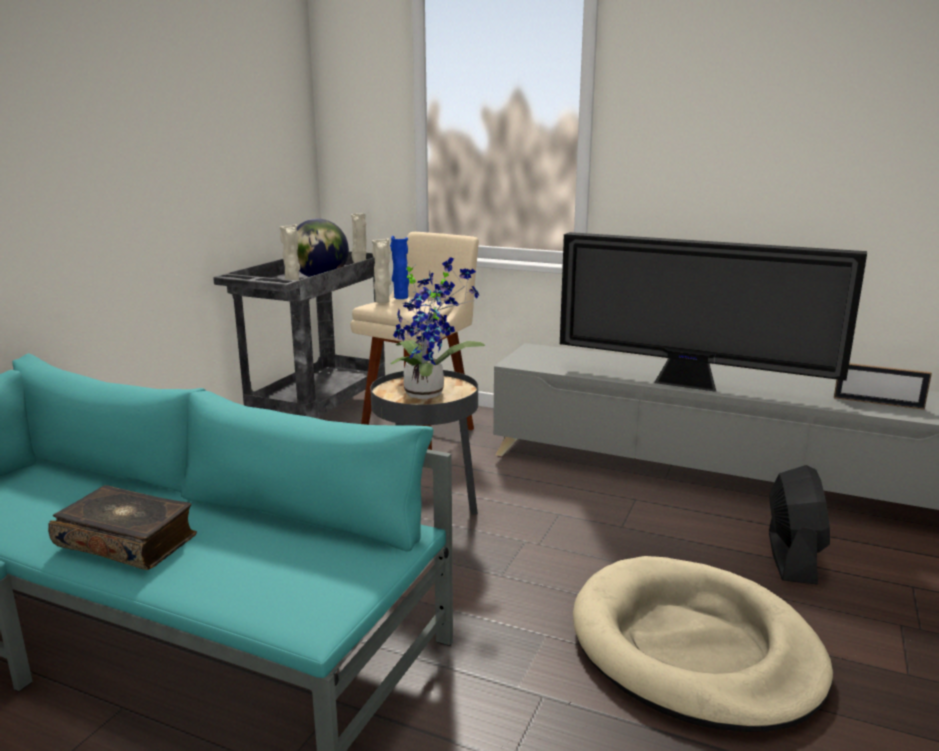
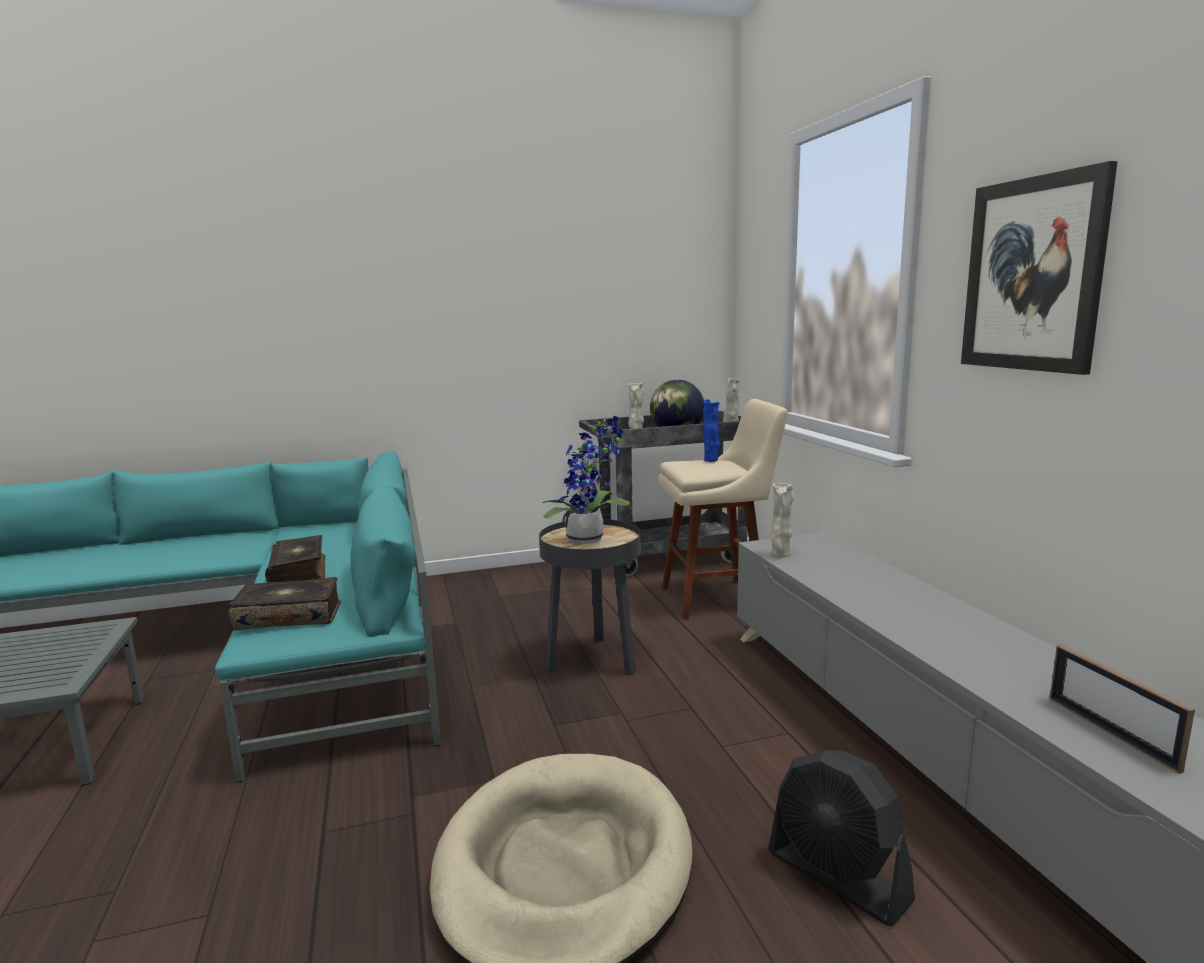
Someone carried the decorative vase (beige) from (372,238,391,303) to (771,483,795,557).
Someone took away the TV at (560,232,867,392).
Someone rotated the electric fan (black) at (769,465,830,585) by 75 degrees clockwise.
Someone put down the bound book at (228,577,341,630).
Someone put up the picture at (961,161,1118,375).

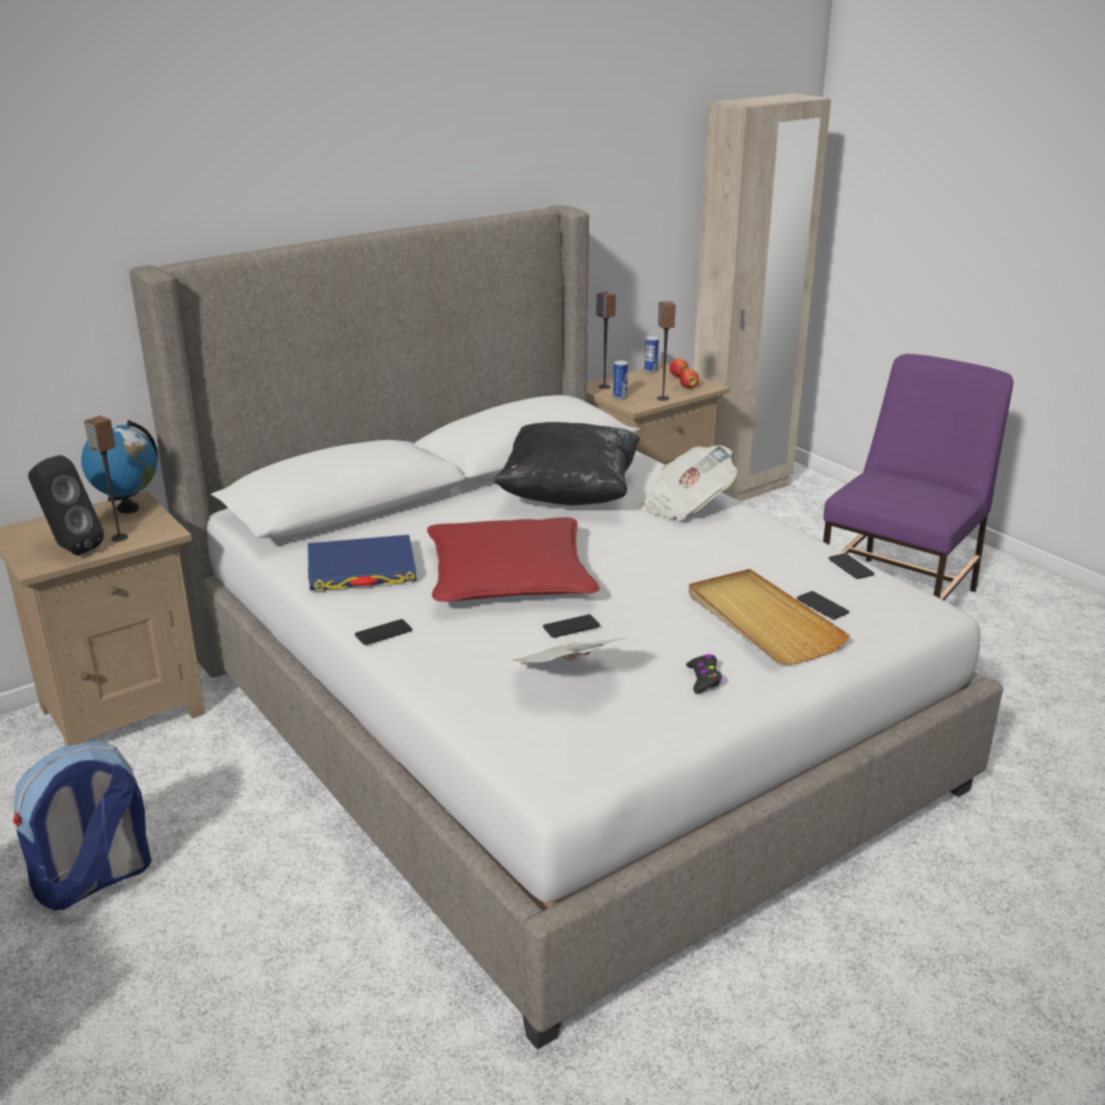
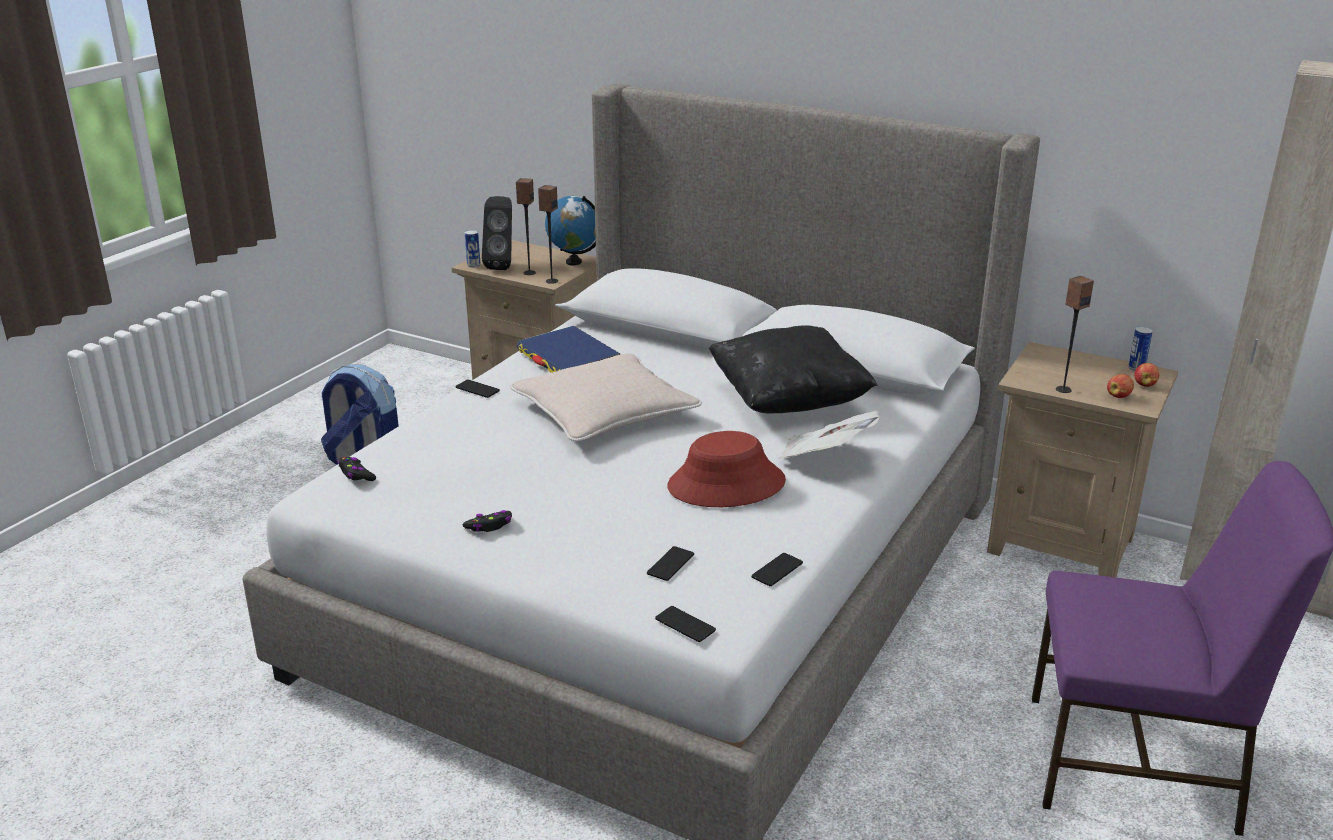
Someone repainted the cushion (reddish) at (427,517,599,602), which became the cushion (beige) at (510,353,702,441).
Someone took away the printed paper at (513,638,629,663).
Someone carried the telephone from (543,614,600,638) to (655,606,716,642).
Someone carried the audio speaker from (596,291,616,389) to (538,185,558,284).
Someone carried the metal can from (613,360,628,400) to (465,230,481,268).
Someone took away the carrying tray (beige) at (688,569,850,665).
Someone put down the joypad (black) at (338,457,376,481).
Someone put down the clothing hat (reddish) at (667,431,786,507).

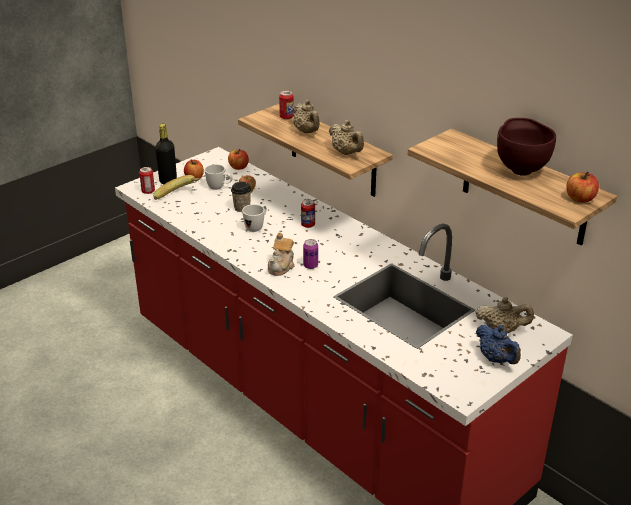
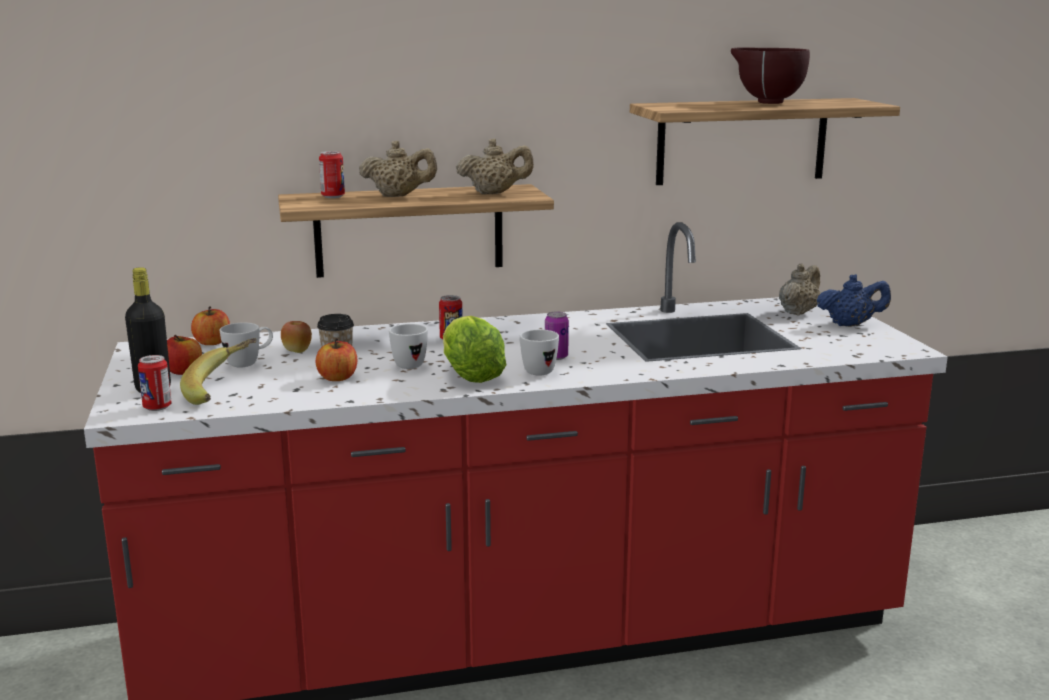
Someone swapped the teapot at (268,233,295,276) for the tea mug (whitish) at (520,329,559,376).
Someone carried the apple fruit from (566,172,599,203) to (316,339,357,381).
Someone put down the lettuce at (443,316,506,383).

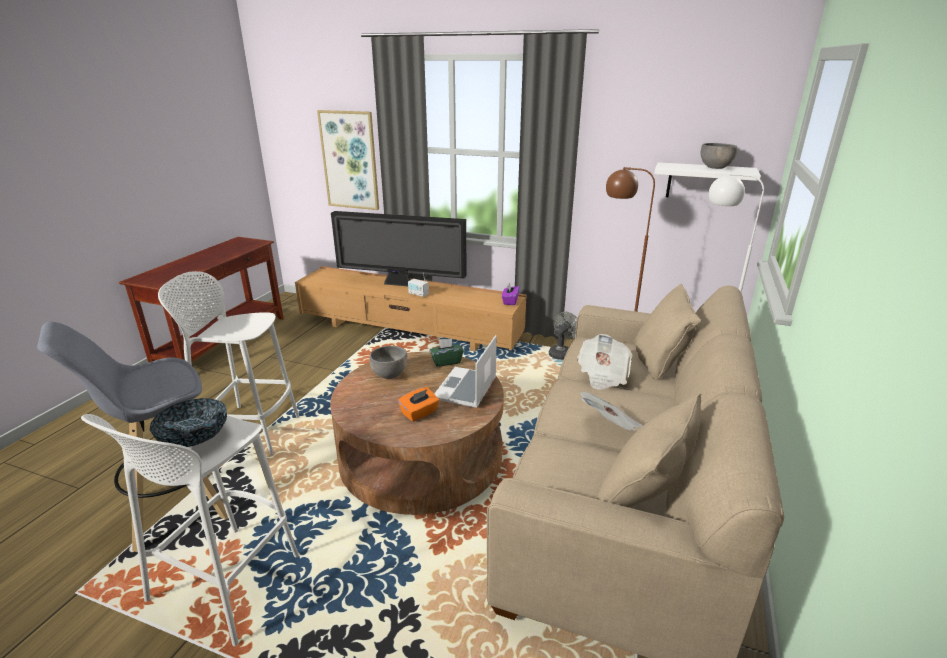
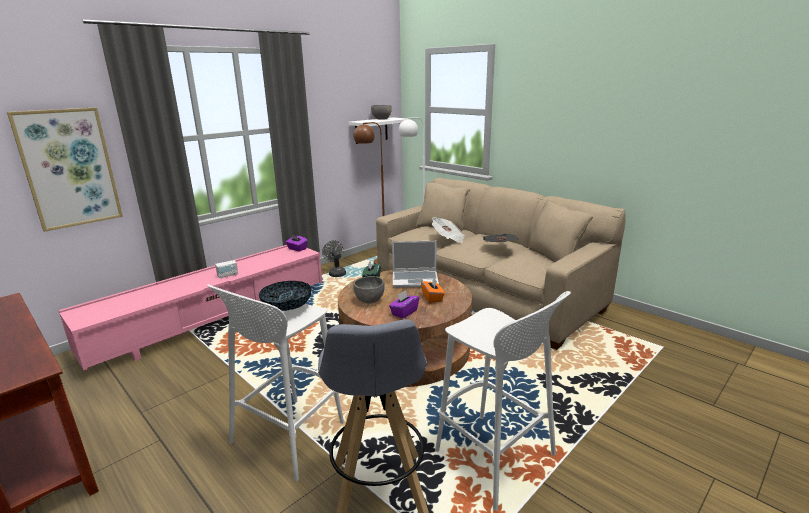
Someone carried the bowl from (150,398,227,447) to (259,281,311,311).
Someone repainted the tv stand (brown) at (295,266,527,351), which became the tv stand (pink) at (58,245,322,370).
Someone took away the TV at (331,211,467,286).
Someone rotated the notebook computer at (434,335,497,408) by 45 degrees counterclockwise.
Someone put down the tissue box (purplish) at (389,290,419,319).

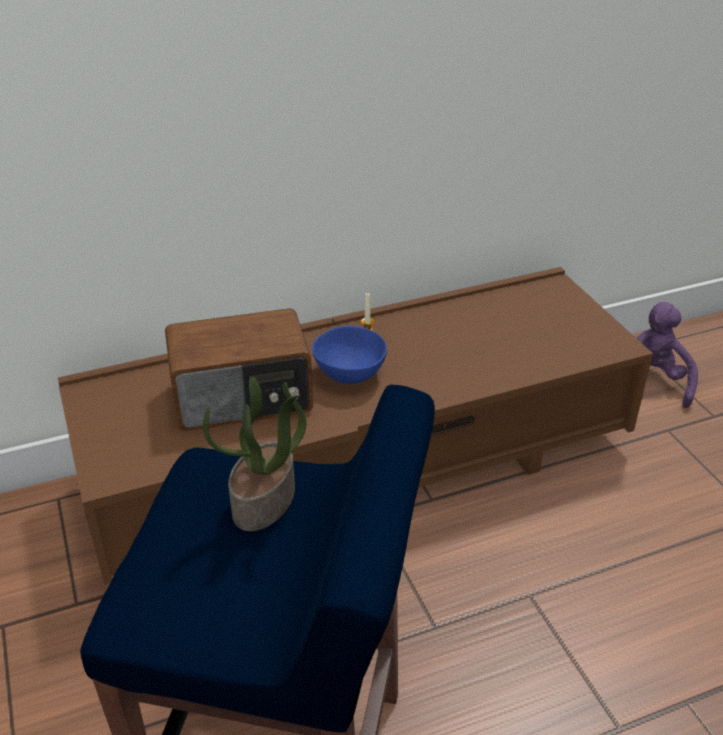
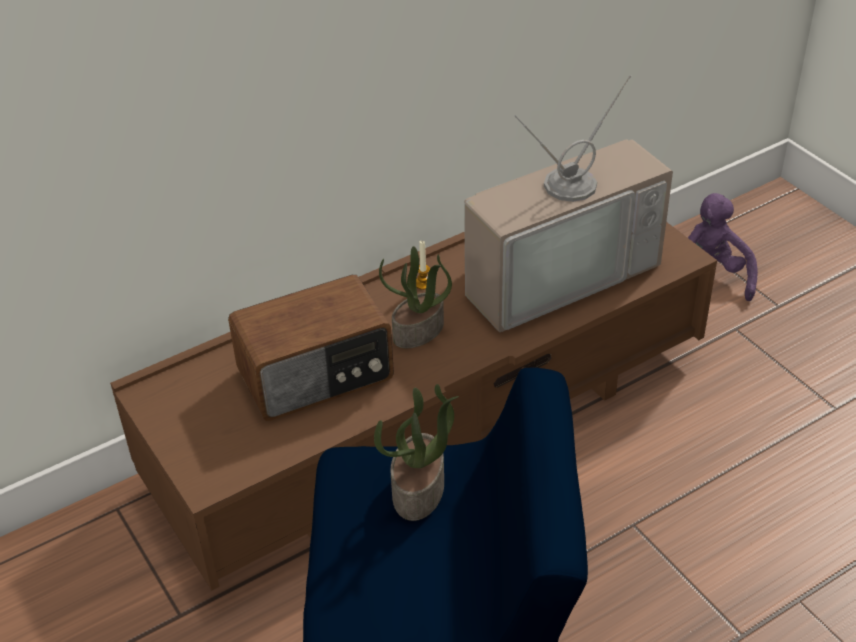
Someone swapped the bowl (bluish) at (312,325,387,384) for the houseplant at (379,246,452,348).
Someone put down the TV at (464,75,673,332).

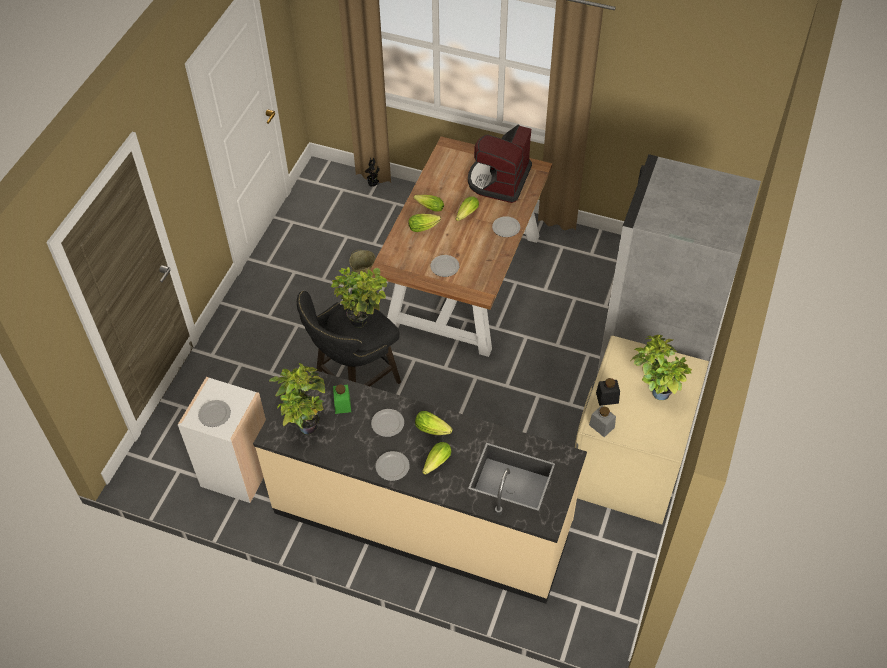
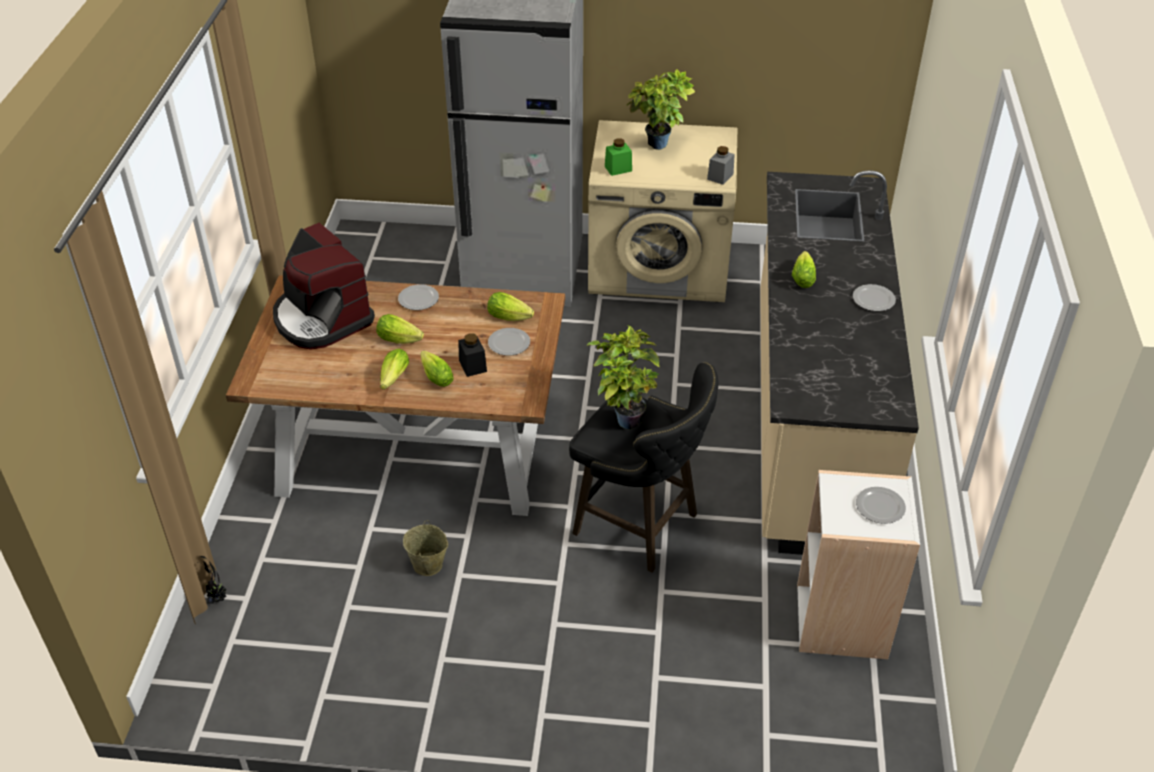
Someone took away the houseplant at (269,363,325,435).
Someone carried the storage jar (green-coloured) from (333,384,351,414) to (605,138,632,176).
Someone took away the flat dish at (371,409,404,437).
Someone carried the lettuce from (422,442,451,475) to (487,292,534,321).
Someone rotated the coffee brewer at (468,125,532,203) by 45 degrees clockwise.
Someone carried the storage jar (black) from (596,378,620,406) to (458,333,487,377).

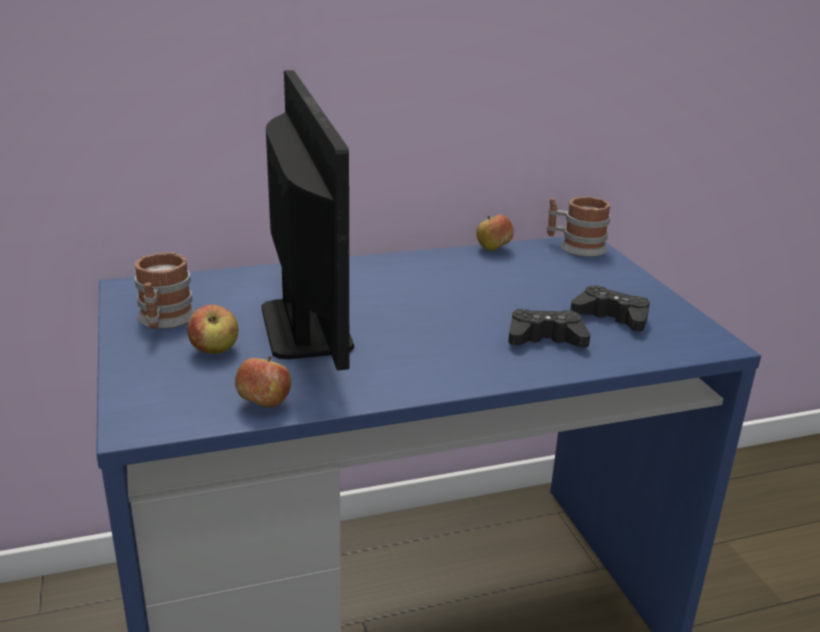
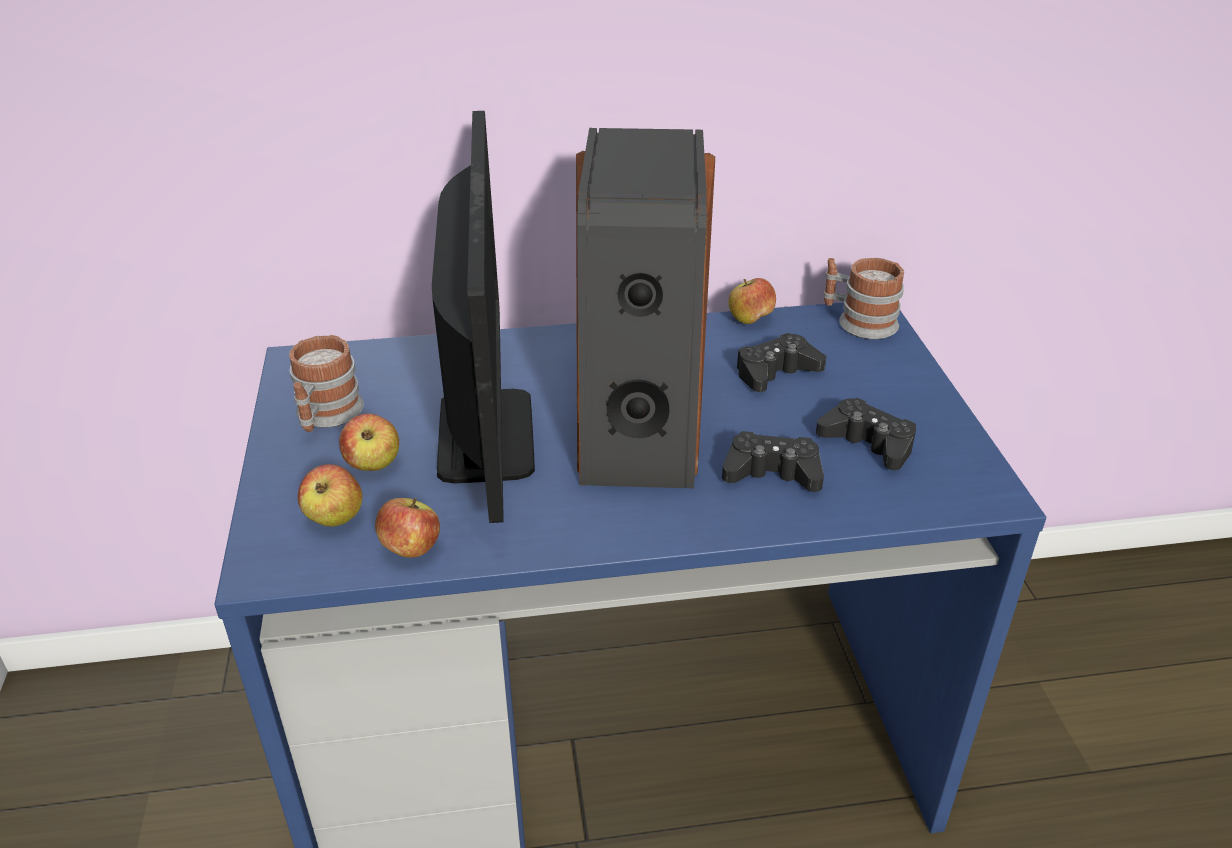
Someone put down the apple fruit at (298,464,363,527).
Someone put down the audio speaker at (576,128,715,488).
Someone put down the joypad (black) at (737,333,826,392).

